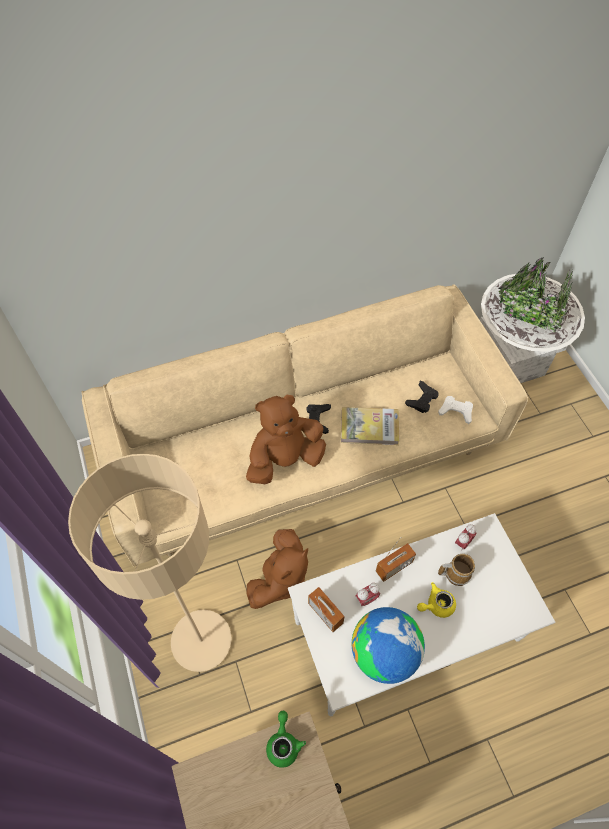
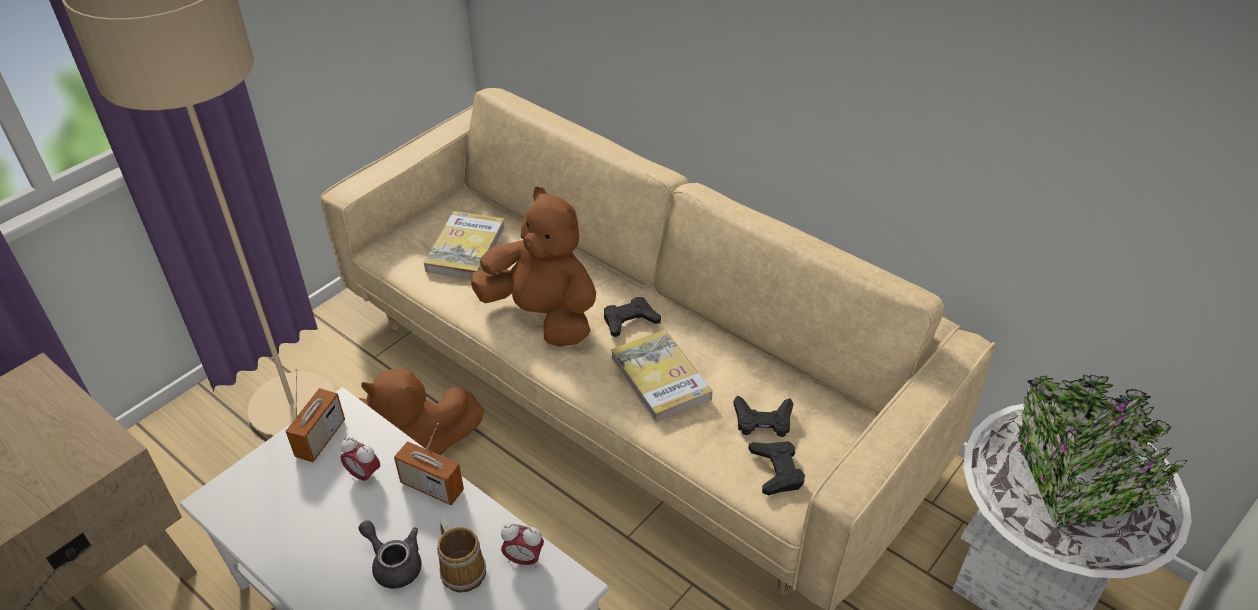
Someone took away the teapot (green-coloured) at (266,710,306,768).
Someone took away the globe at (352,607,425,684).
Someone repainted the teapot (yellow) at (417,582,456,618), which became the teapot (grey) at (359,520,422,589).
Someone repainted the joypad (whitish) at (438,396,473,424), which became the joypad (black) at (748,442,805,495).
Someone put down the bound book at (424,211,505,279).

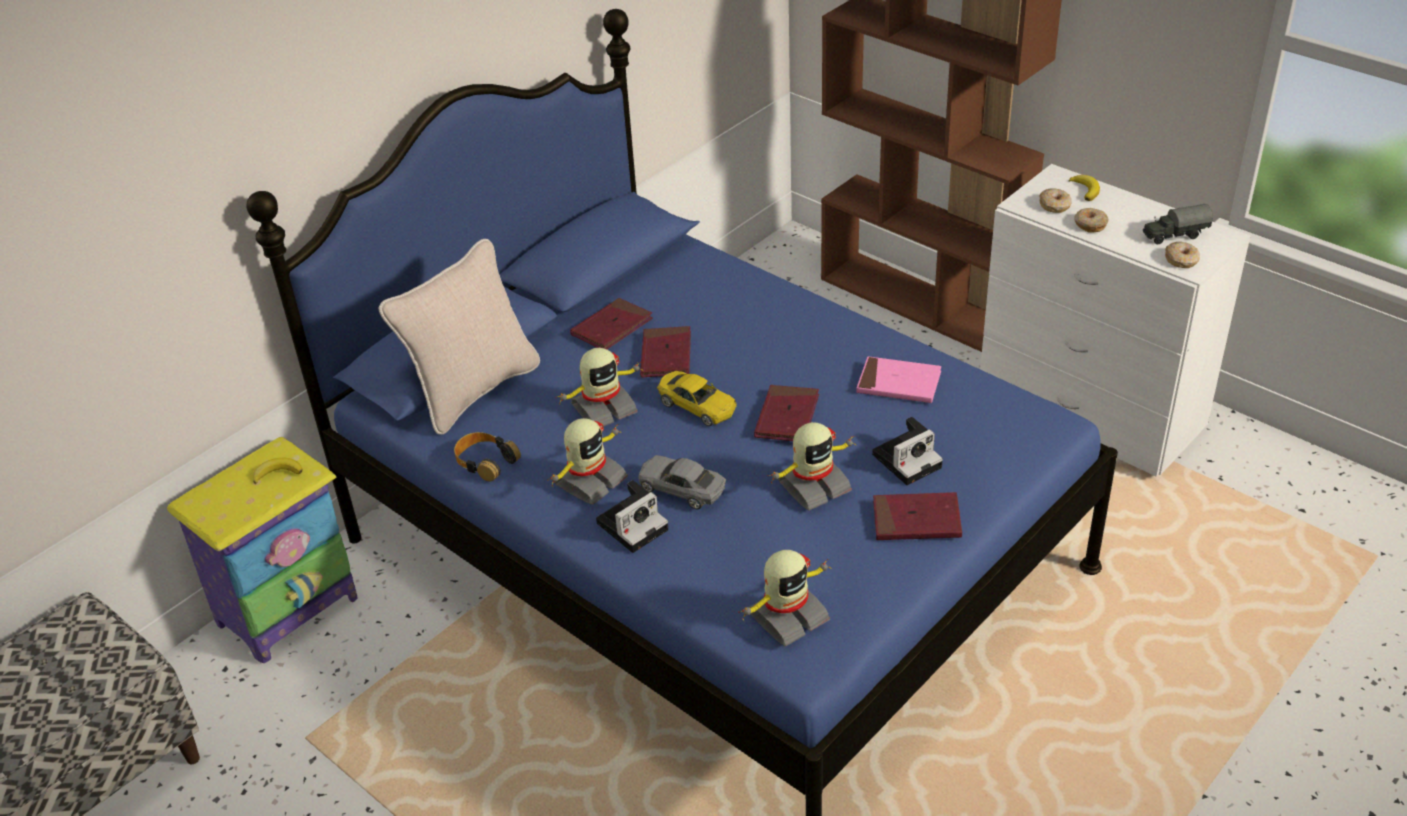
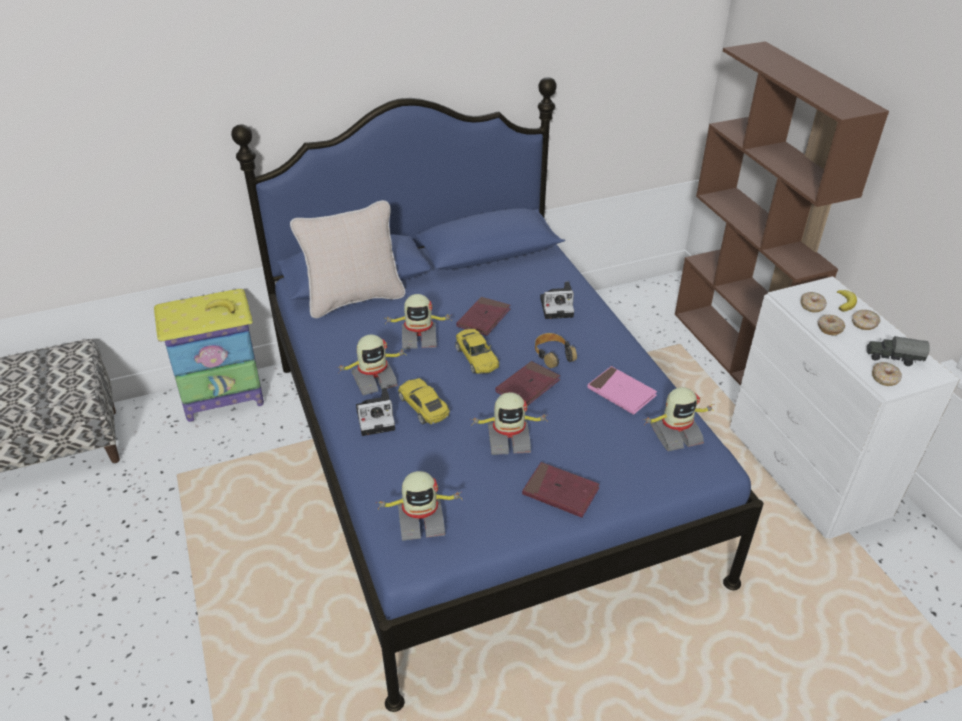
Someone carried the headset from (454,432,521,482) to (535,333,577,368).
Someone took away the bound book (reddish) at (570,298,653,349).
Someone repainted the toy car (grey) at (638,455,726,510), which became the toy car (yellow) at (398,378,450,425).
Someone carried the photo camera from (872,417,943,485) to (540,282,574,319).
Someone put down the toy robot at (644,387,715,451).
Someone put down the ring doughnut at (852,310,880,330).

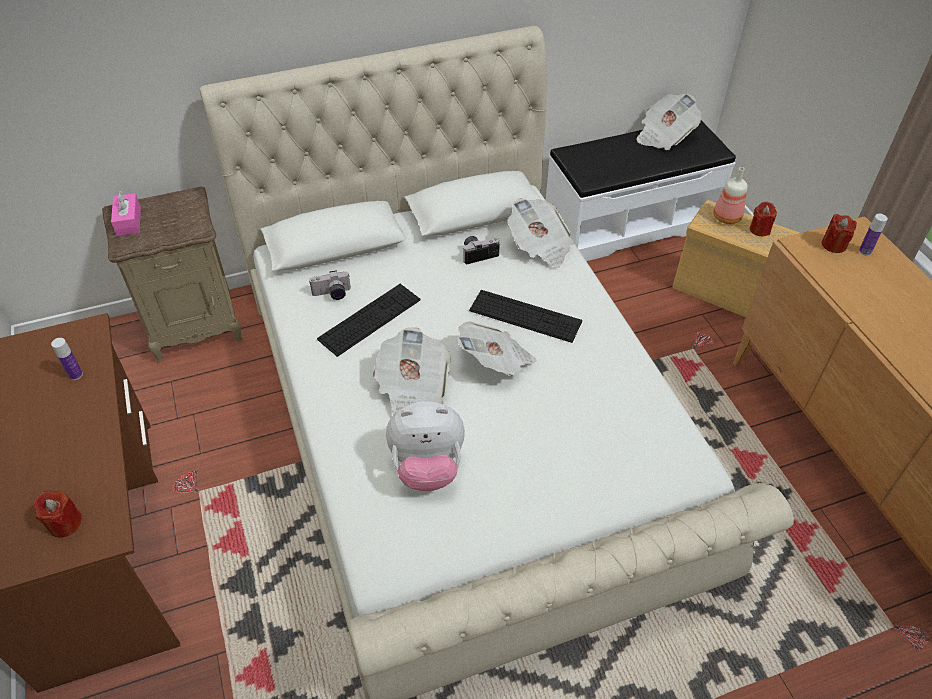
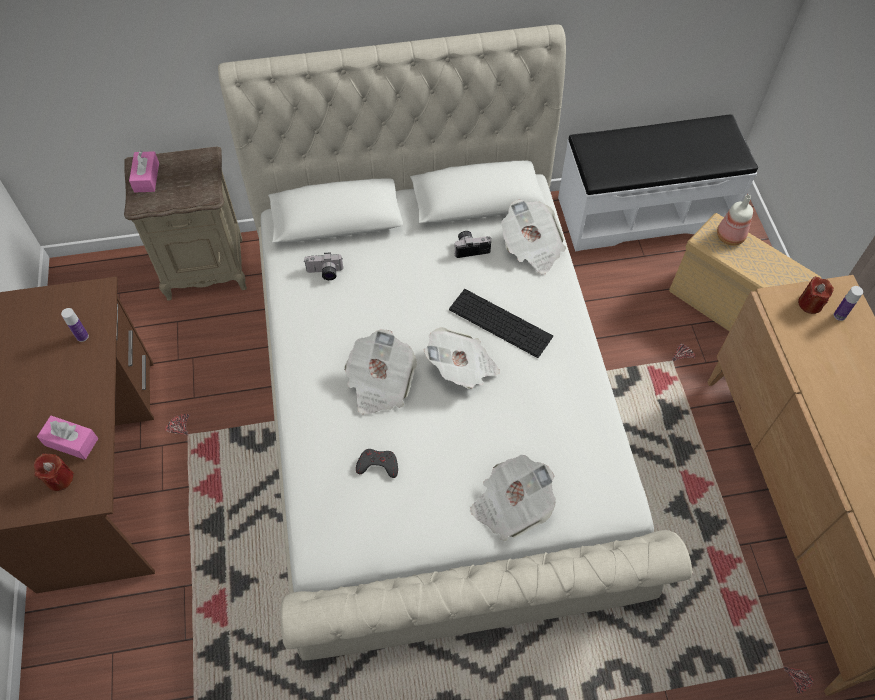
Someone took away the PC keyboard at (317,284,421,357).
Someone swapped the plush toy at (386,401,465,491) for the joypad (grey) at (356,449,398,478).
Someone carried the printed paper from (636,94,702,150) to (470,455,556,541).
Someone took away the candle (reddish) at (750,202,777,236).
Someone put down the tissue box (pink) at (37,416,98,460).

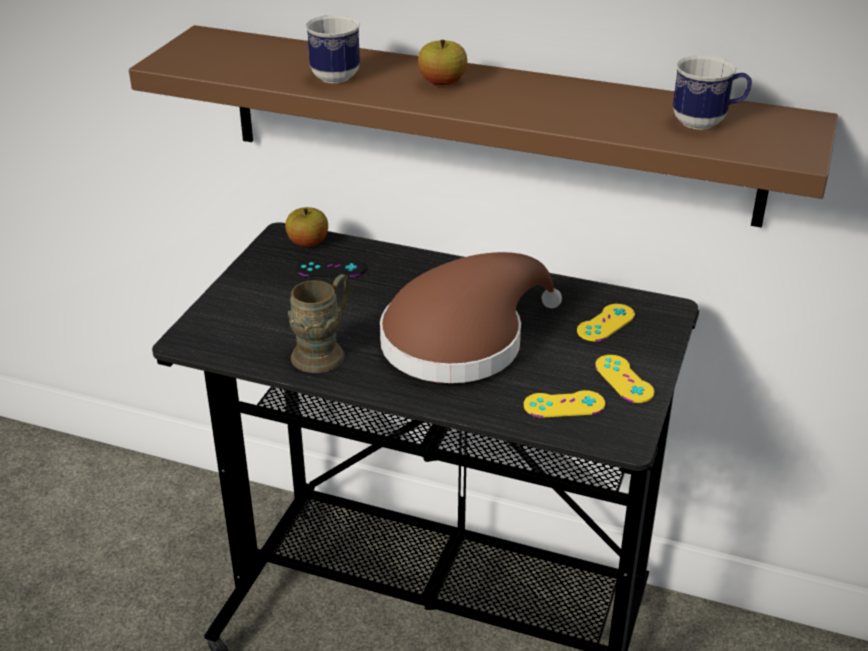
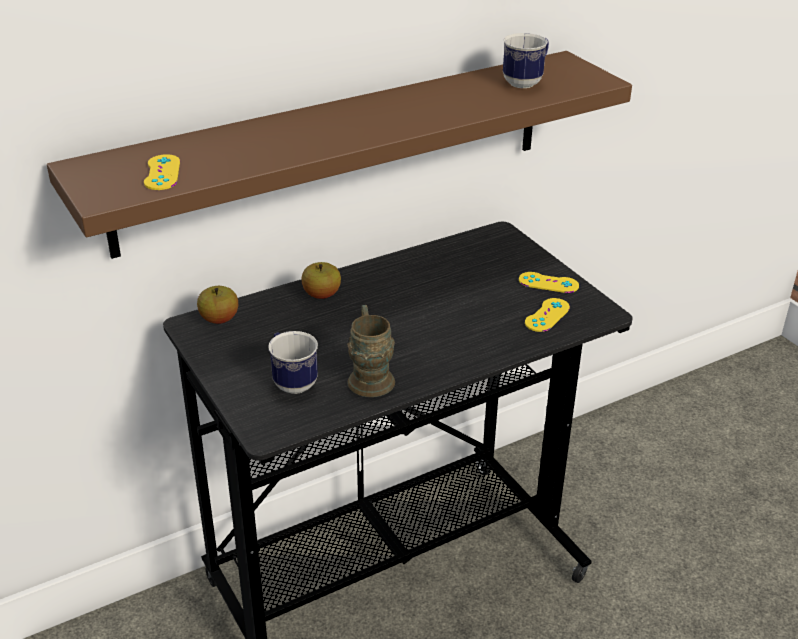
Someone took away the joypad (black) at (296,259,365,277).
Someone carried the tea mug from (305,15,360,83) to (268,331,318,394).
Someone took away the clothing hat (brown) at (380,252,562,383).
Someone carried the apple fruit from (418,40,467,85) to (301,262,341,299).
Someone carried the joypad (yellow) from (577,304,635,341) to (144,154,180,190).

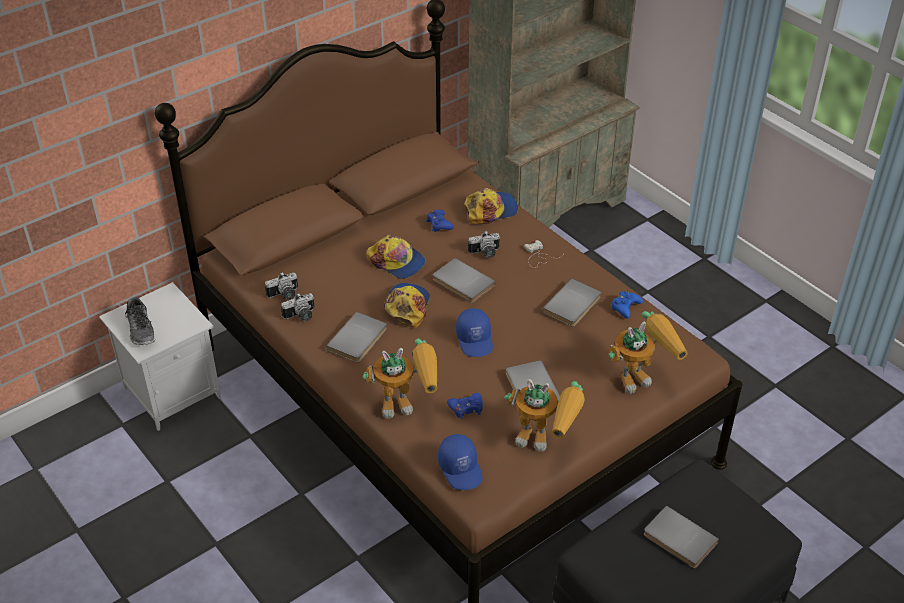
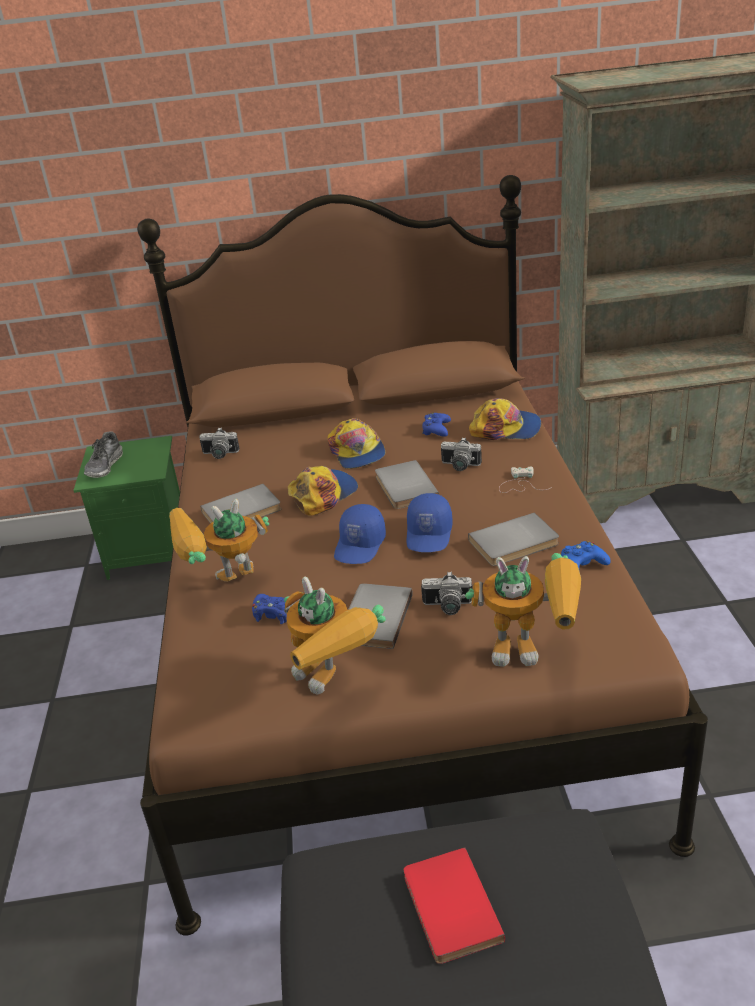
Someone repainted the night table (grey) at (99,282,221,431), which became the night table (green-coloured) at (73,436,180,580).
Someone carried the photo camera from (281,293,314,321) to (421,571,473,615).
Someone rotated the toy robot at (363,339,437,418) by 135 degrees clockwise.
Someone carried the peaked cap (bluish) from (438,434,483,490) to (406,493,452,552).
Someone repainted the bound book (grey) at (644,505,719,568), which became the bound book (reddish) at (404,847,505,964).

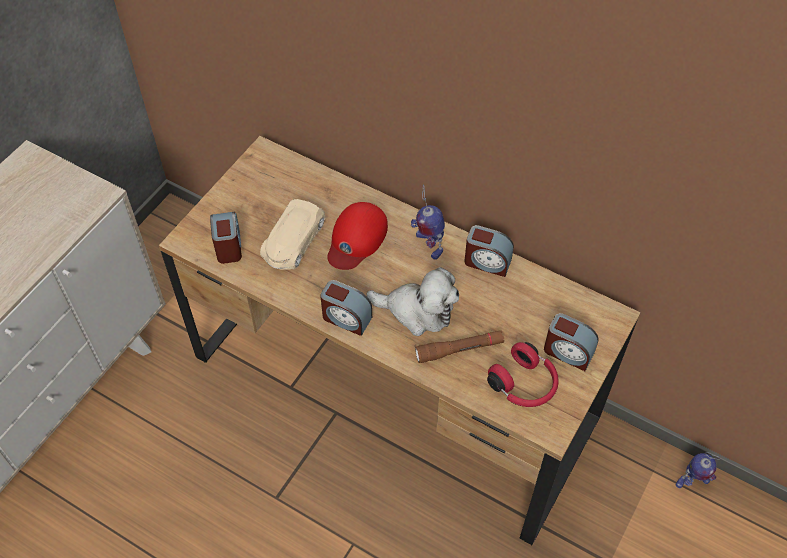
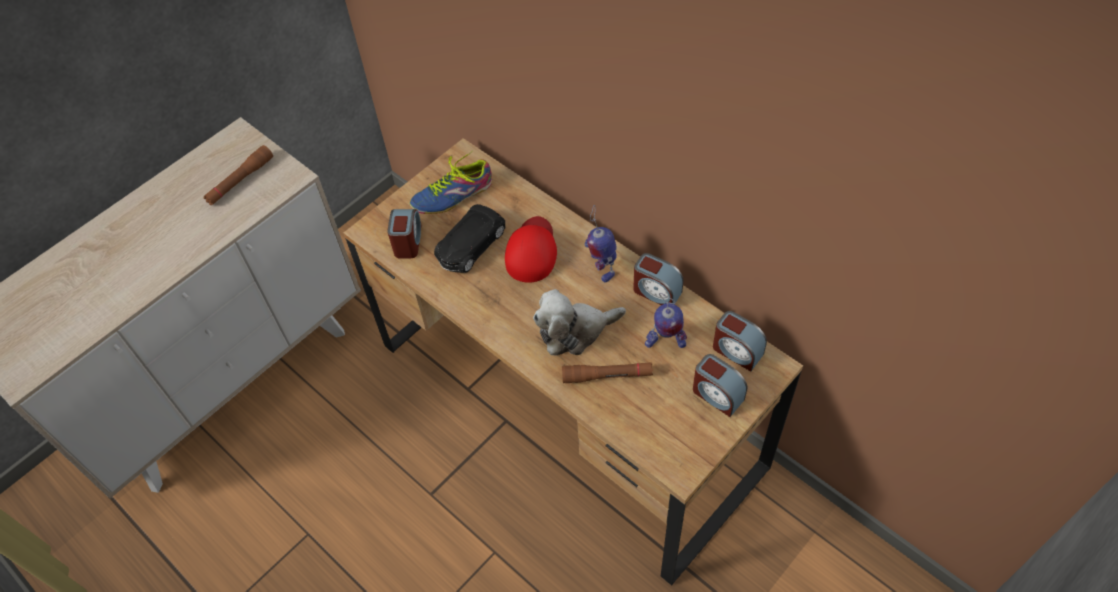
Someone repainted the toy car (beige) at (260,199,325,270), which became the toy car (black) at (434,204,506,273).
Someone carried the table clock from (320,280,372,336) to (713,311,767,372).
Someone rotated the peaked cap (reddish) at (327,202,388,270) by 150 degrees clockwise.
Someone rotated the plush toy at (366,267,459,336) by 135 degrees clockwise.
Someone took away the headset (reddish) at (487,342,559,407).
Someone carried the toy robot from (676,452,721,488) to (645,293,687,348).
Someone put down the hand torch (brown) at (203,145,273,205).
Someone put down the item of footwear at (410,151,492,214).

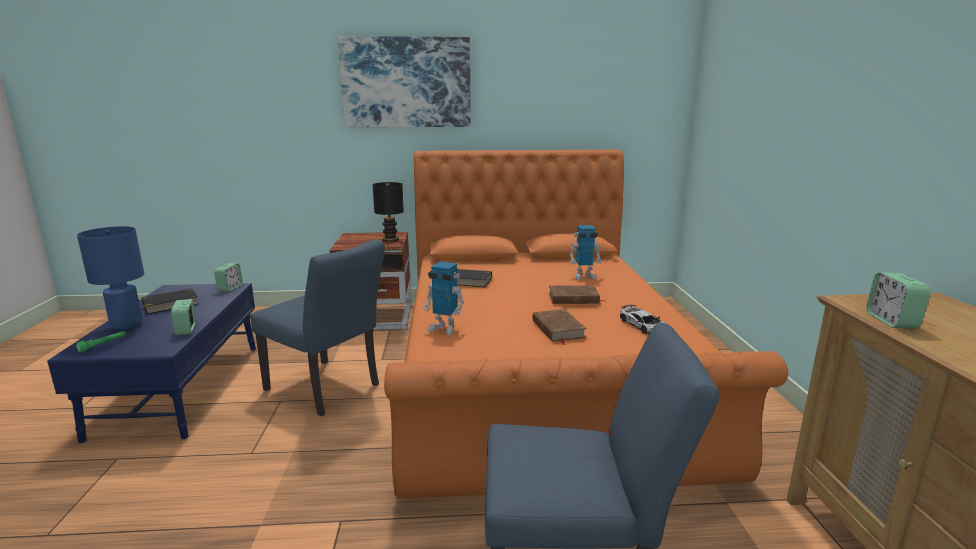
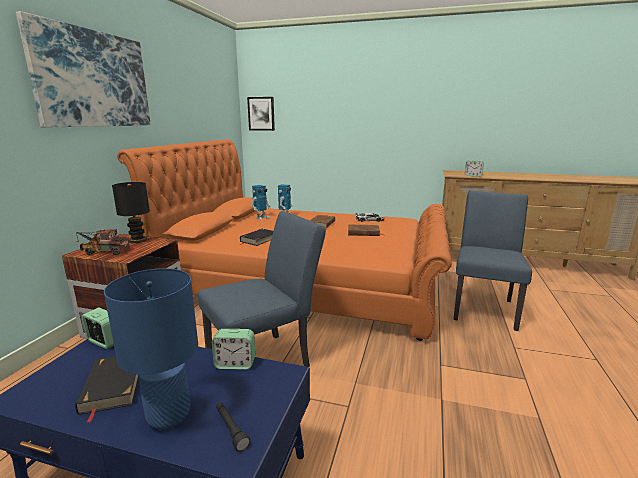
Someone repainted the hand torch (green-coloured) at (76,331,126,352), which became the hand torch (black) at (216,403,250,452).
Someone carried the toy robot from (423,261,464,335) to (251,185,271,221).
Someone put down the model truck at (76,229,130,255).
Someone put up the picture at (247,97,275,131).

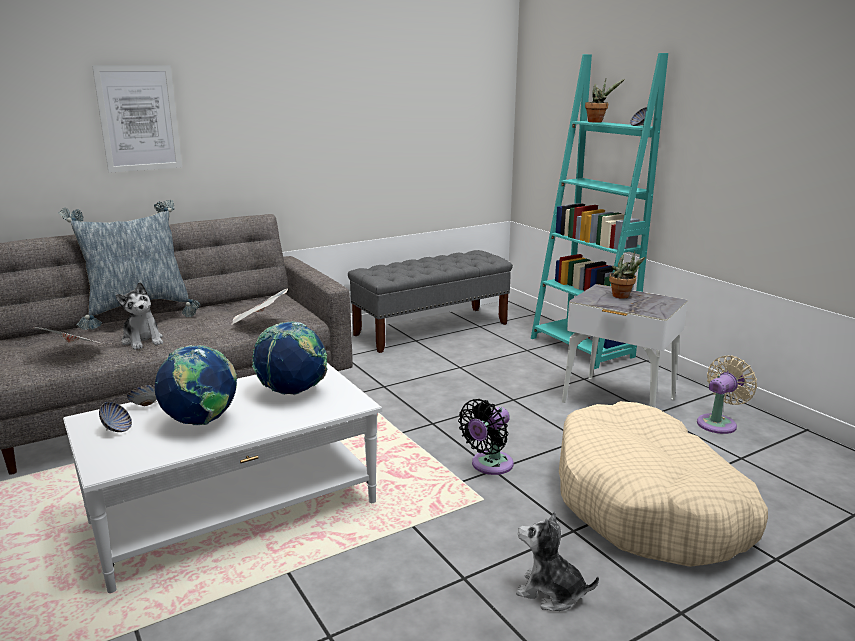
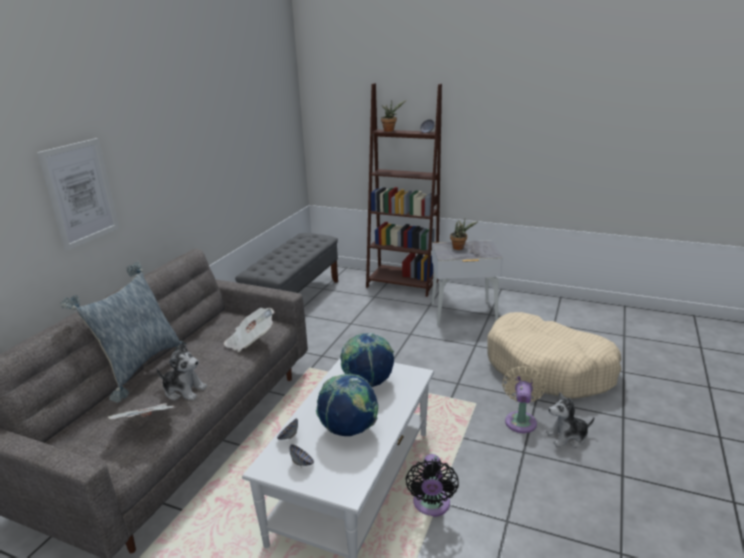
Someone carried the electric fan (black) from (458,399,513,475) to (406,454,459,517).
Someone repainted the bookcase (blue-green) at (531,53,668,369), which became the bookcase (brown) at (366,83,442,297).
Someone carried the electric fan (beige) from (697,355,757,434) to (502,366,546,433).

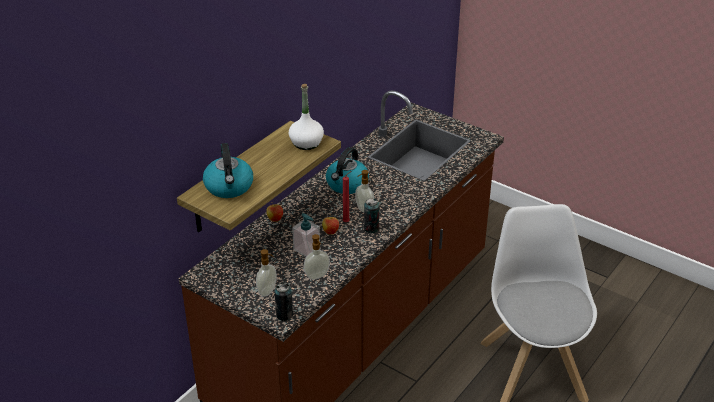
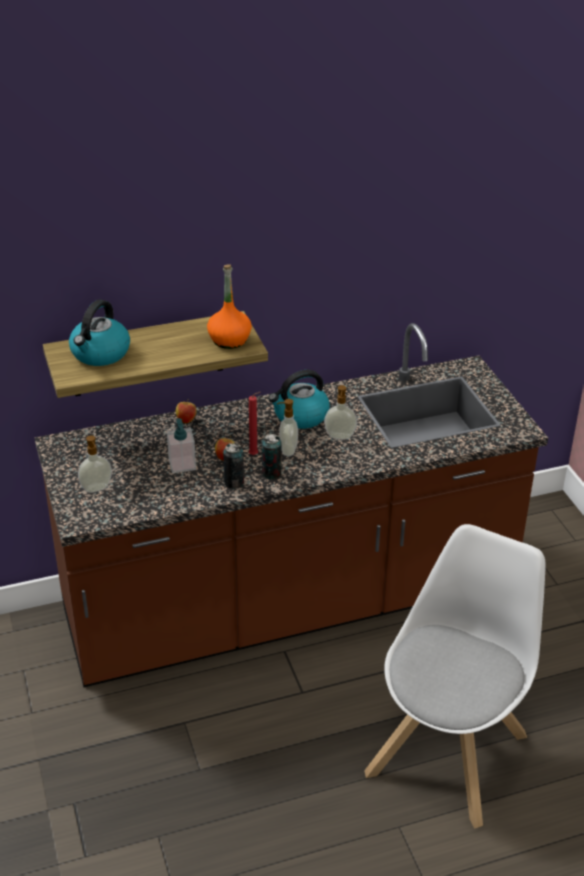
Someone carried the metal can from (274,283,293,321) to (223,443,244,489).
Someone repainted the beverage bottle (whitish) at (289,84,324,150), which became the beverage bottle (orange-coloured) at (207,264,252,349).
Someone carried the liquid soap bottle from (304,234,330,280) to (324,385,357,439).

